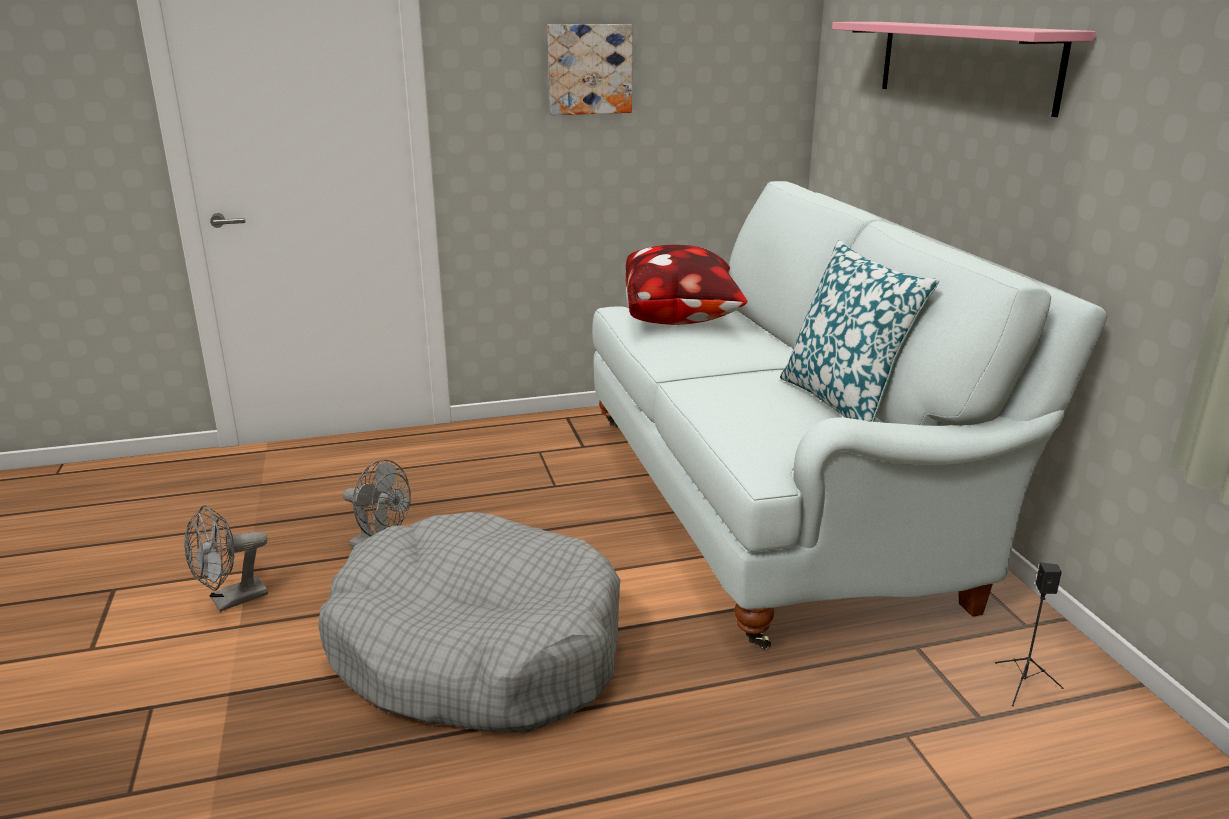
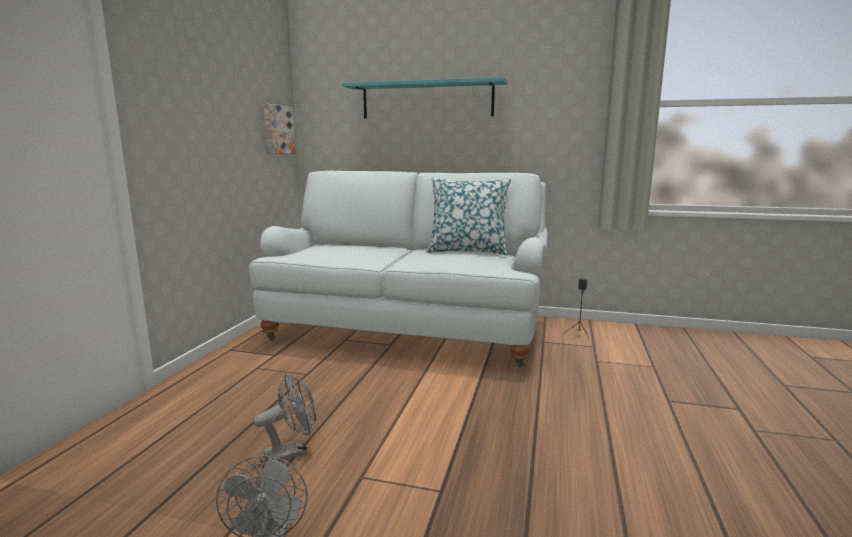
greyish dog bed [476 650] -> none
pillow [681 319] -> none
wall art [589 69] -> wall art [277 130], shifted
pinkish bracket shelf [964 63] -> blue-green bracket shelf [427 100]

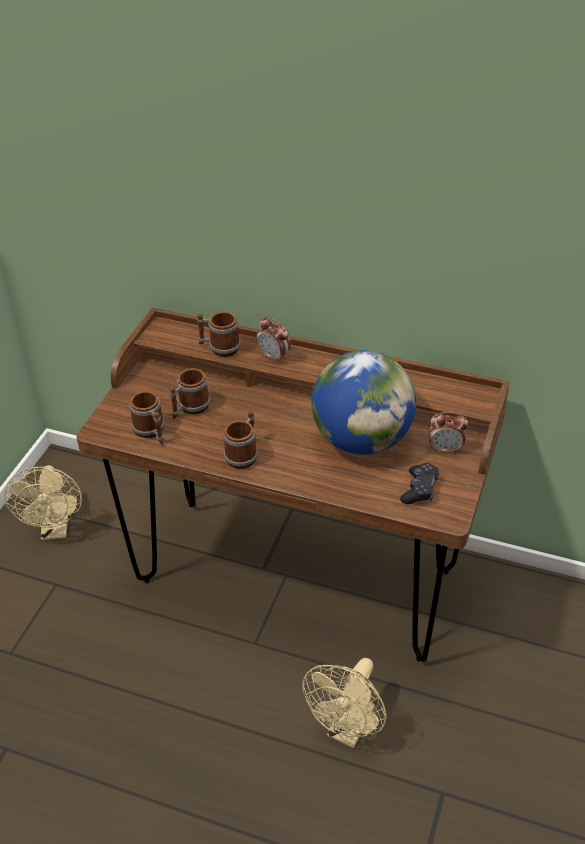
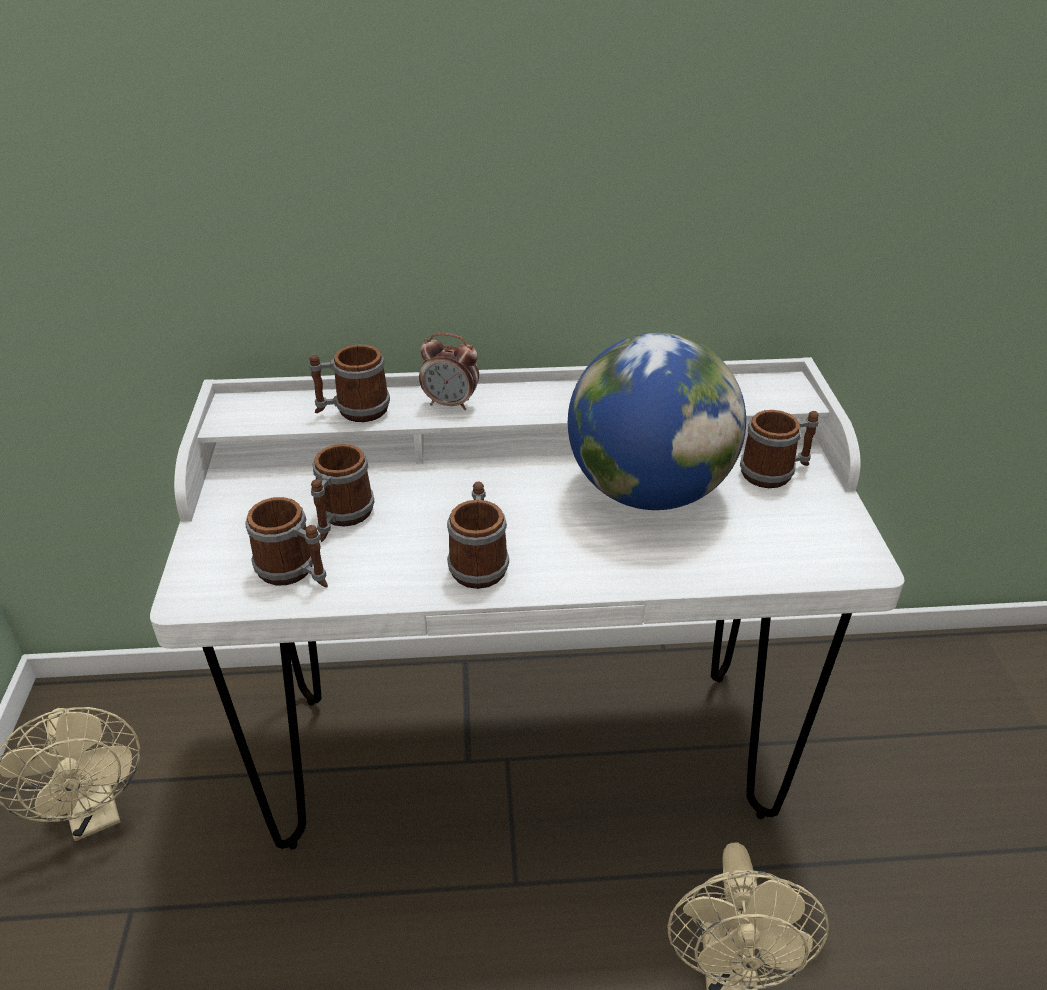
black-coloured gamepad [419 489] -> none
bedside clock [445 449] -> coffee mug [775 472]
brownish desk table [297 575] -> whitish desk table [523 753]

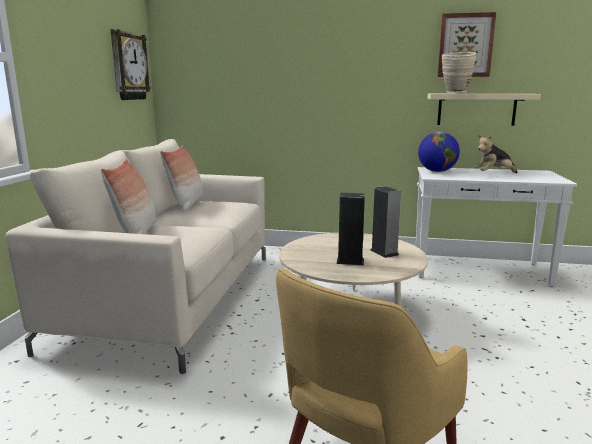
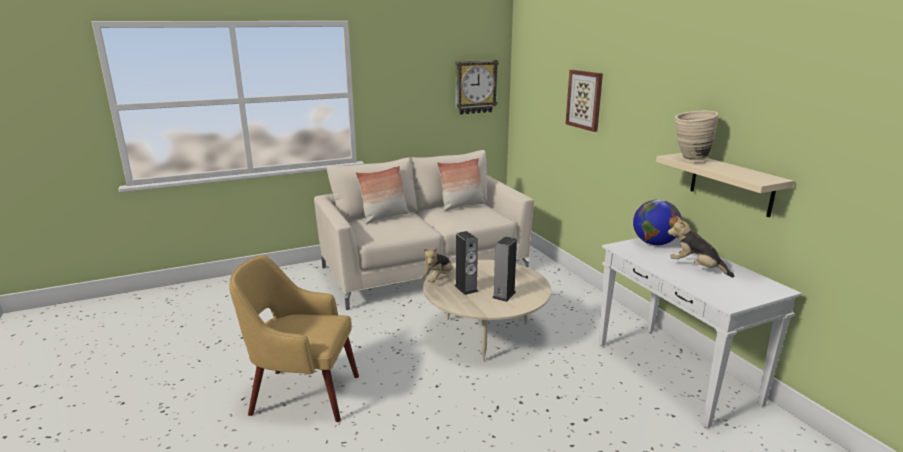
none -> cuddly toy [438 279]
wall art [465 45] -> wall art [585 99], shifted

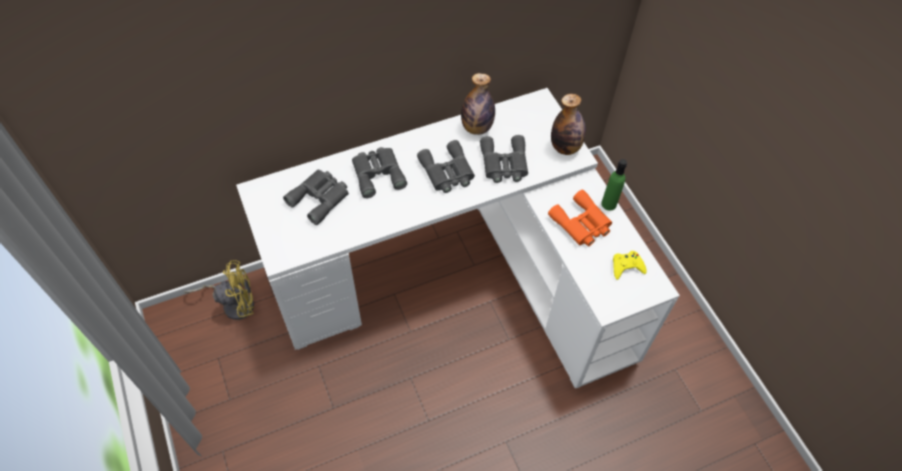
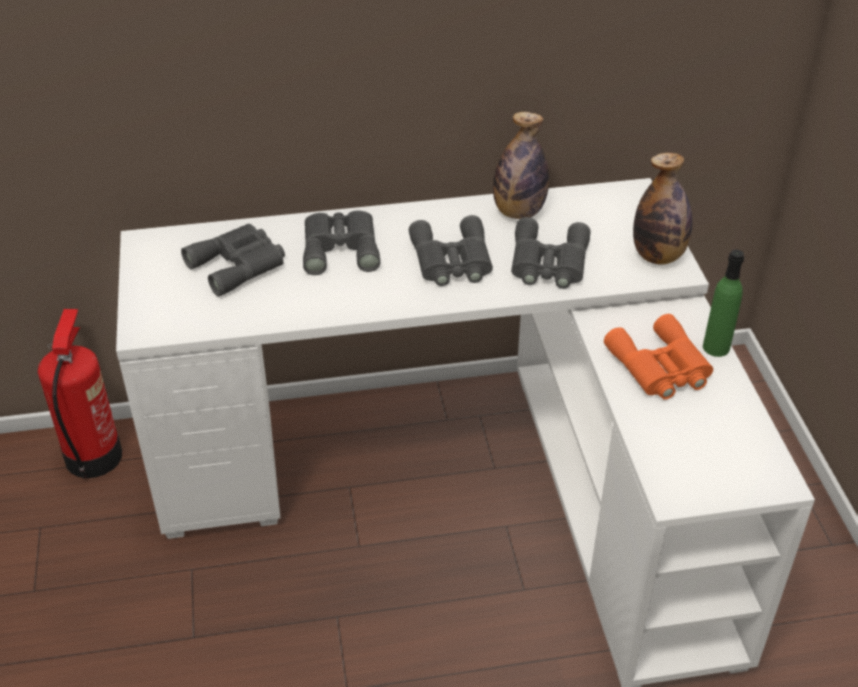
yellow gamepad [626 266] -> none
yellow electric fan [233 303] -> fire-fighting cylinder [94 455]

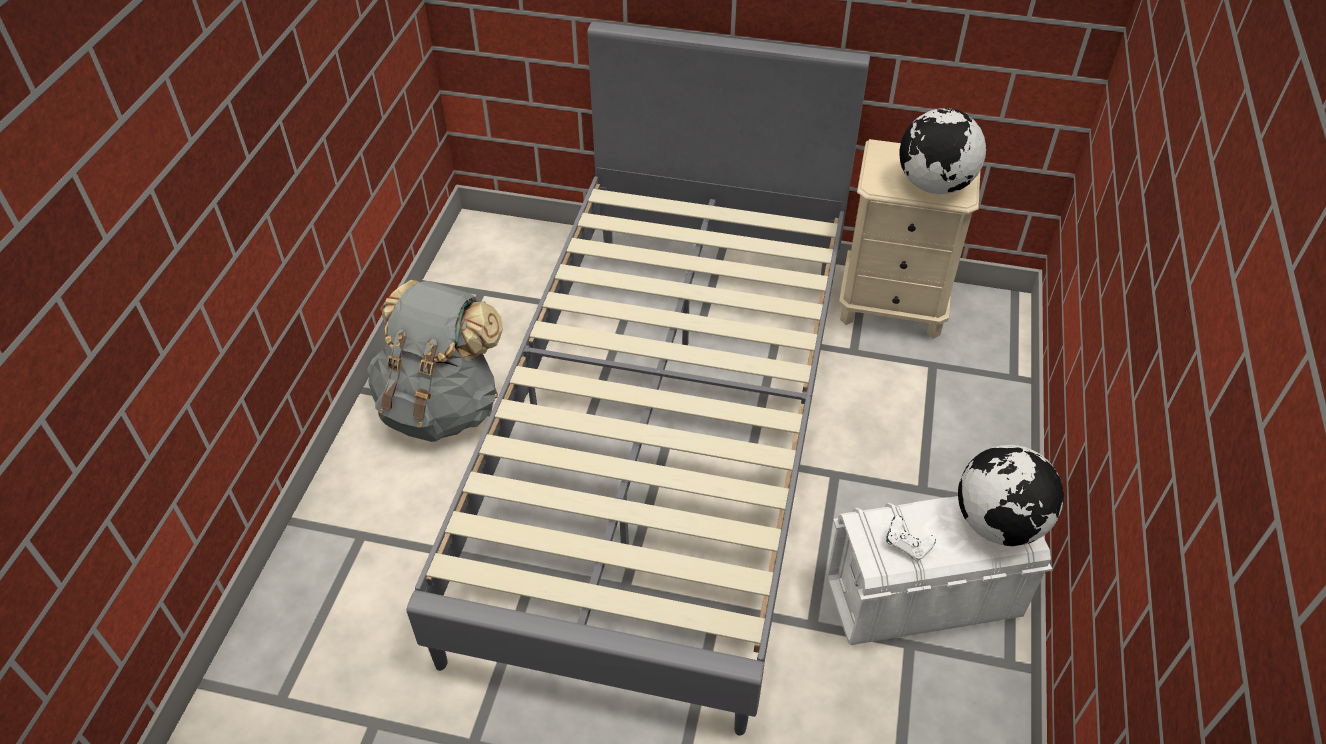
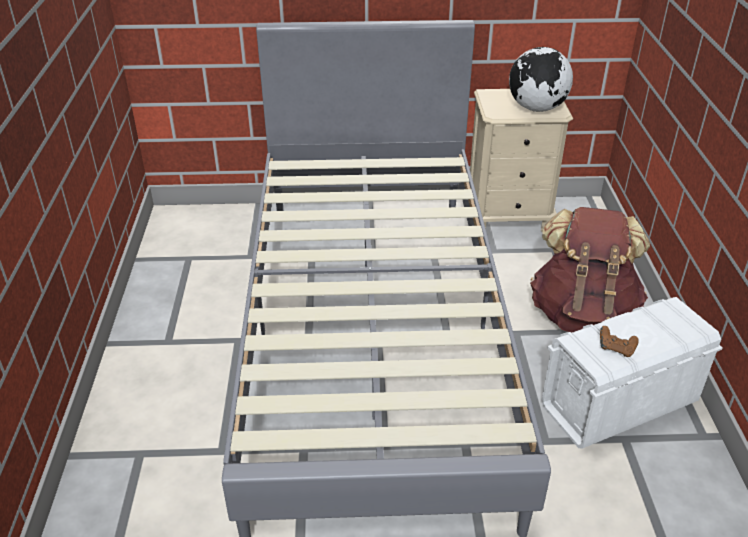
greyish backpack [442 406] -> none
world globe [999 524] -> none
none -> brownish backpack [582 314]
whitish gamepad [907 545] -> brownish gamepad [616 349]

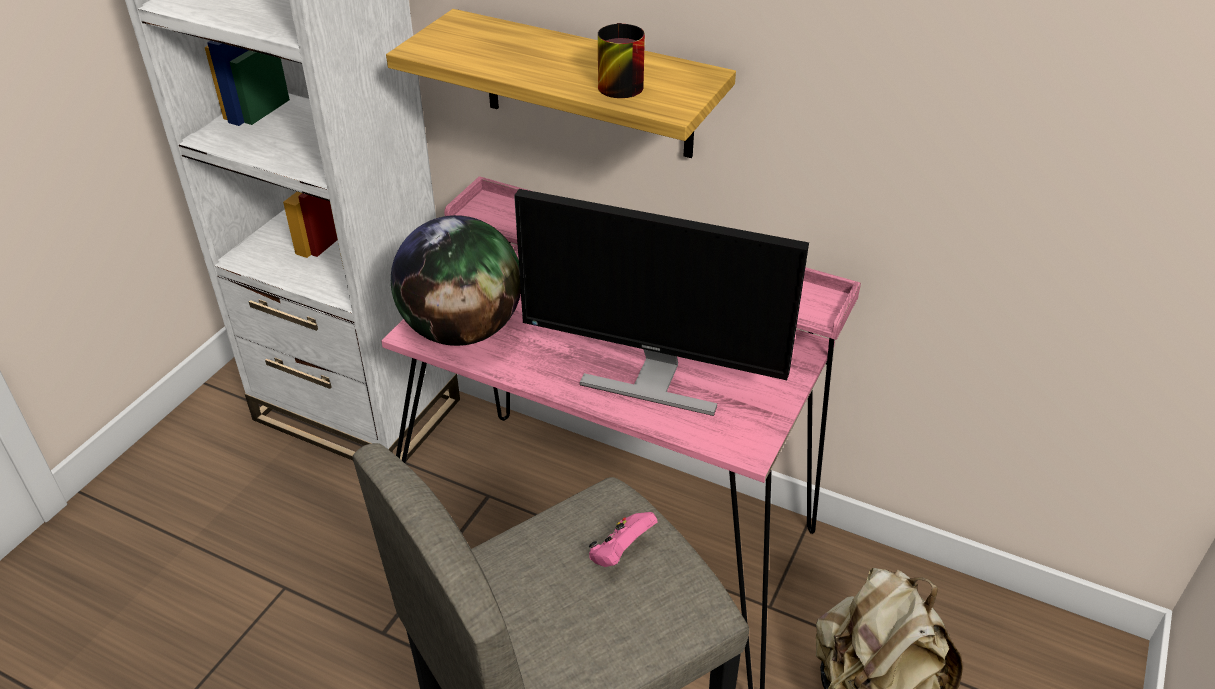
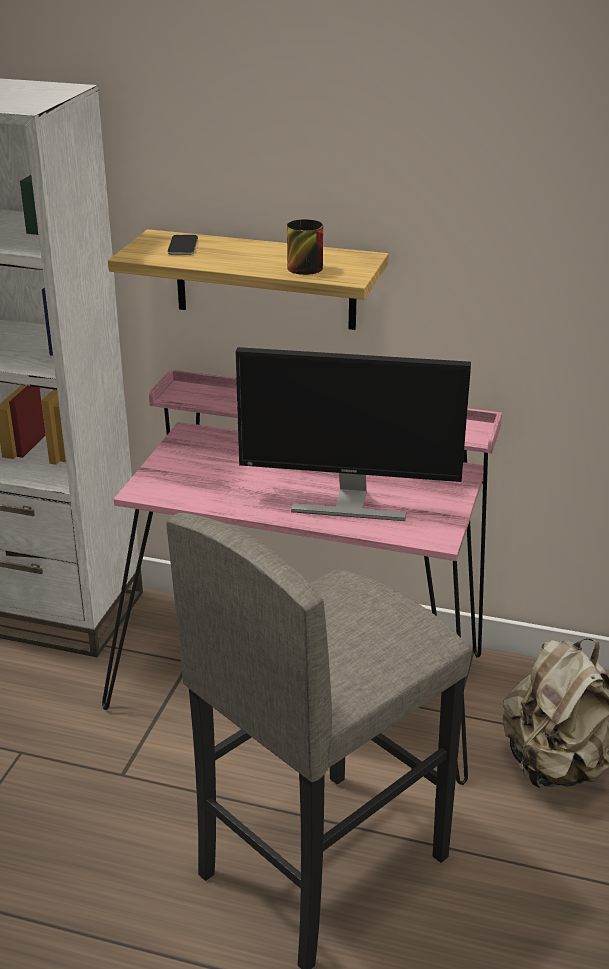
world globe [462 330] -> none
pinkish gamepad [620 553] -> none
none -> phone [183 246]

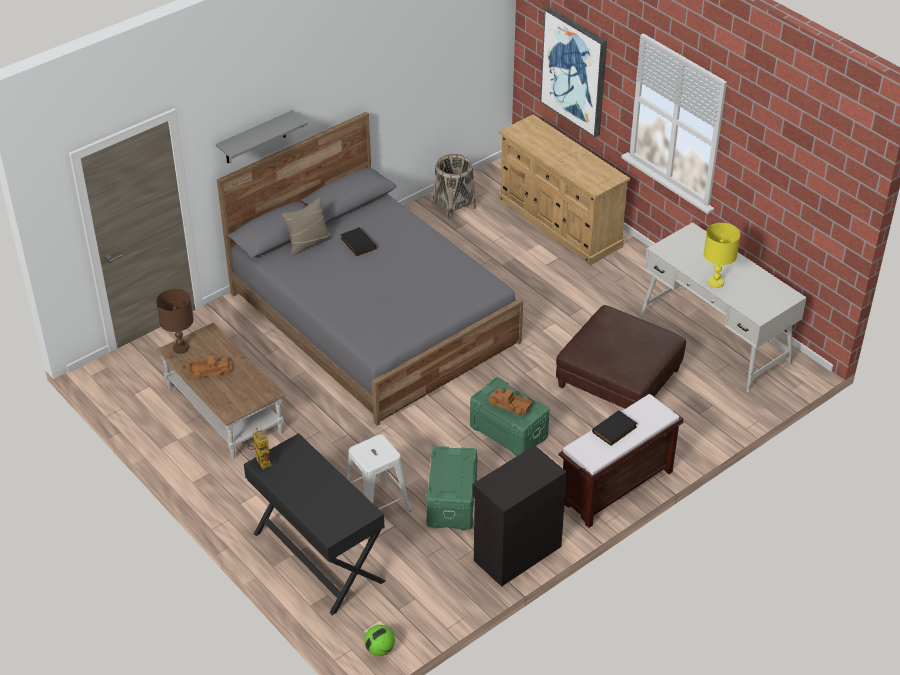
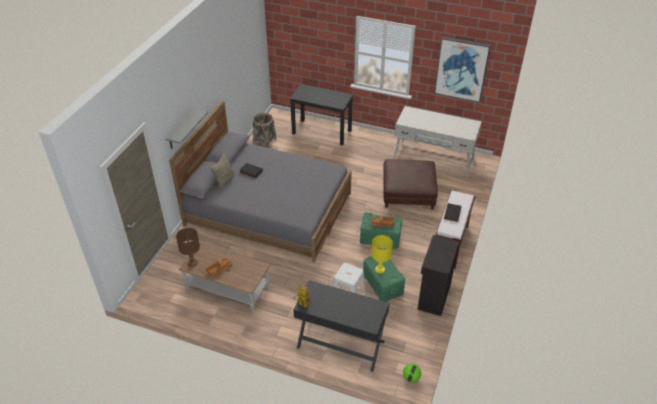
wall art [574 71] -> wall art [461 69], shifted
yellow table lamp [716 282] -> yellow table lamp [380 269], shifted
sand-coloured dresser [560 223] -> black-coloured desk table [322 132]

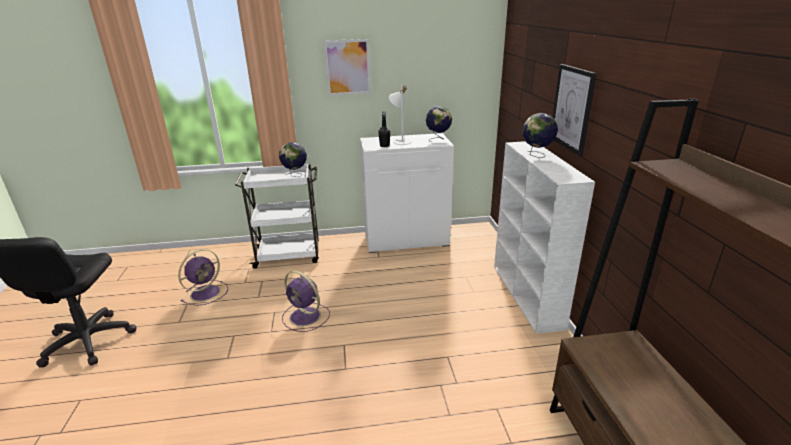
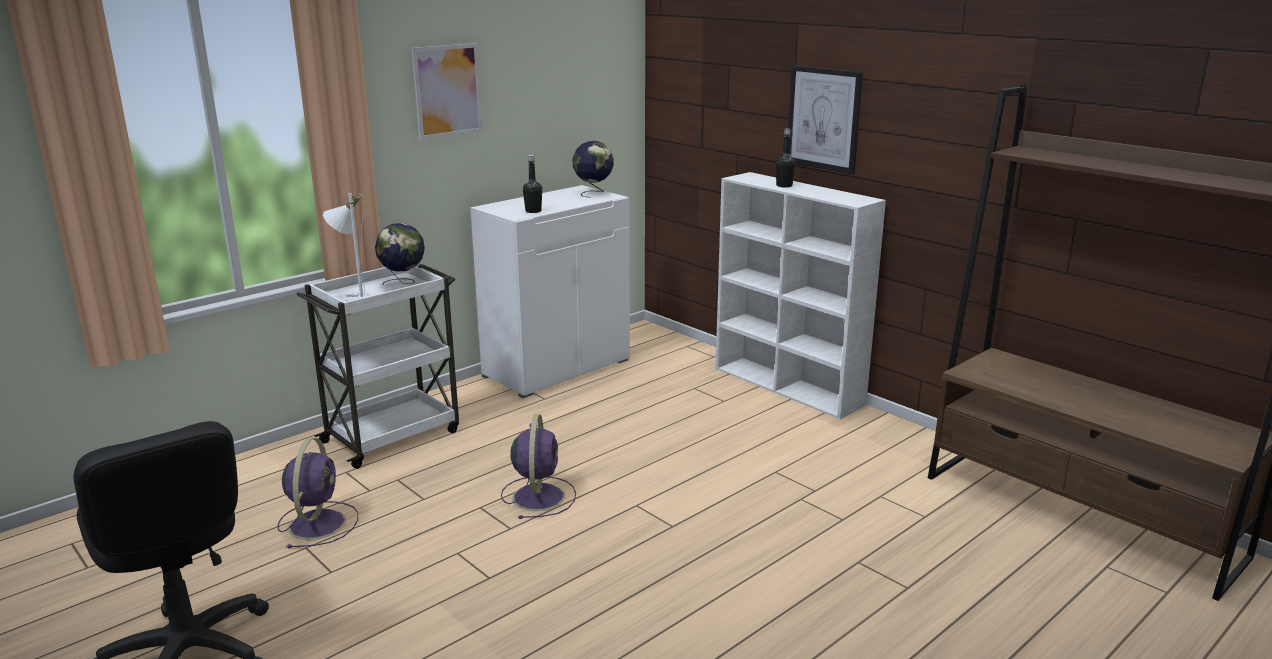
whitish table lamp [400 141] -> whitish table lamp [356 296], shifted
world globe [536 155] -> black-coloured bottle [784 185]
purple electric fan [306 317] -> purple electric fan [538 496], 90 degrees counterclockwise

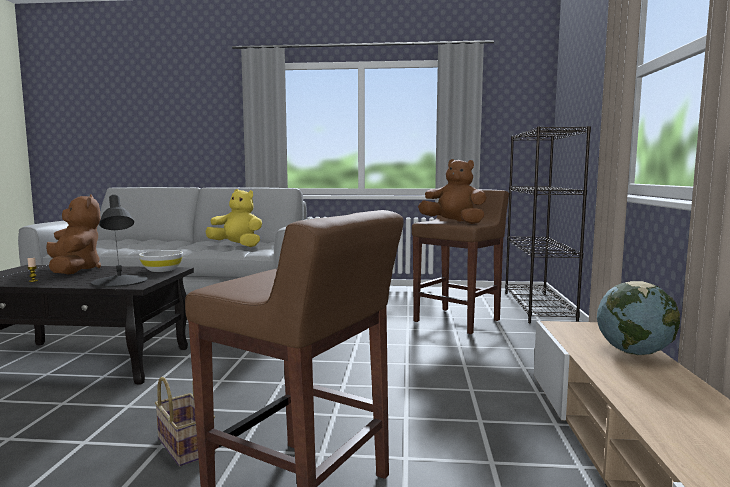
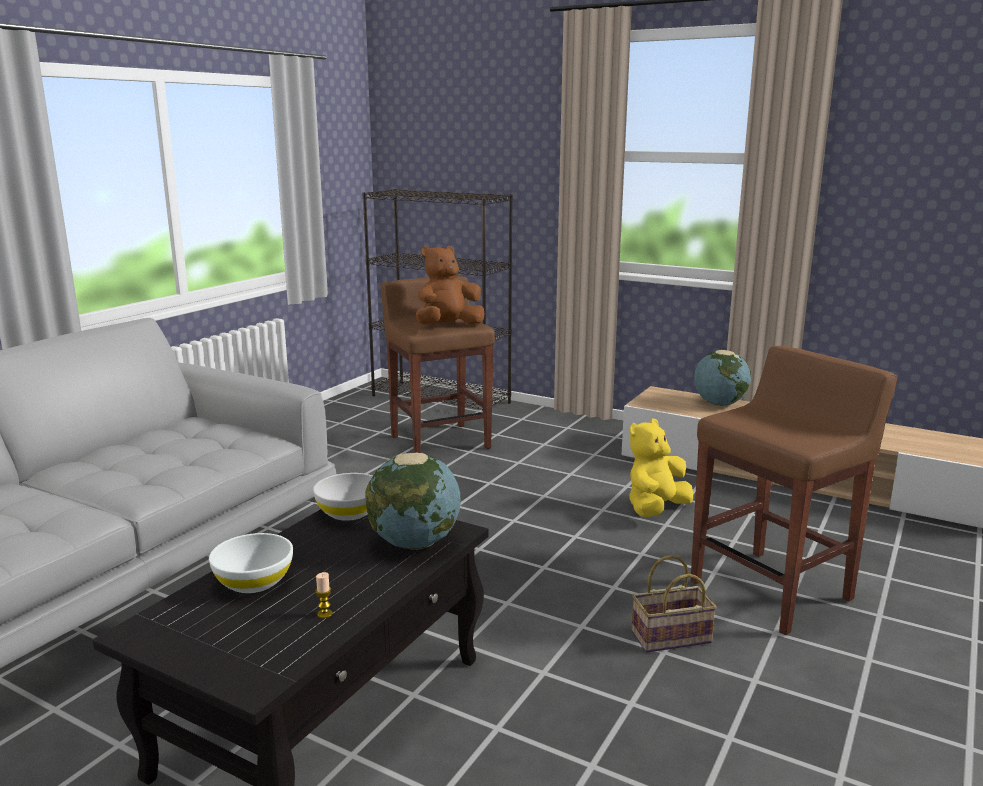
yellow cuddly toy [237 246] -> yellow cuddly toy [656 509], shifted
brownish cuddly toy [74 270] -> whitish serving bowl [254 581]
black-coloured table lamp [119 281] -> world globe [415 543]

